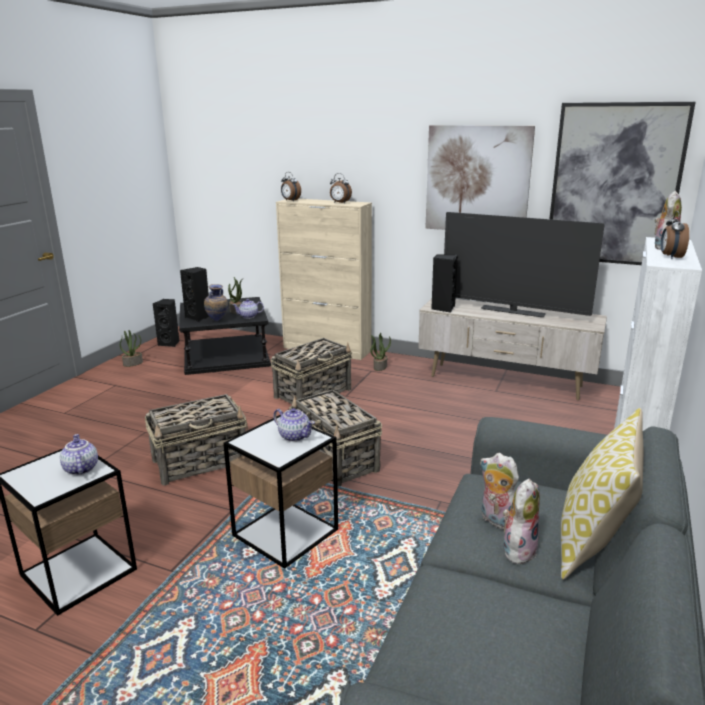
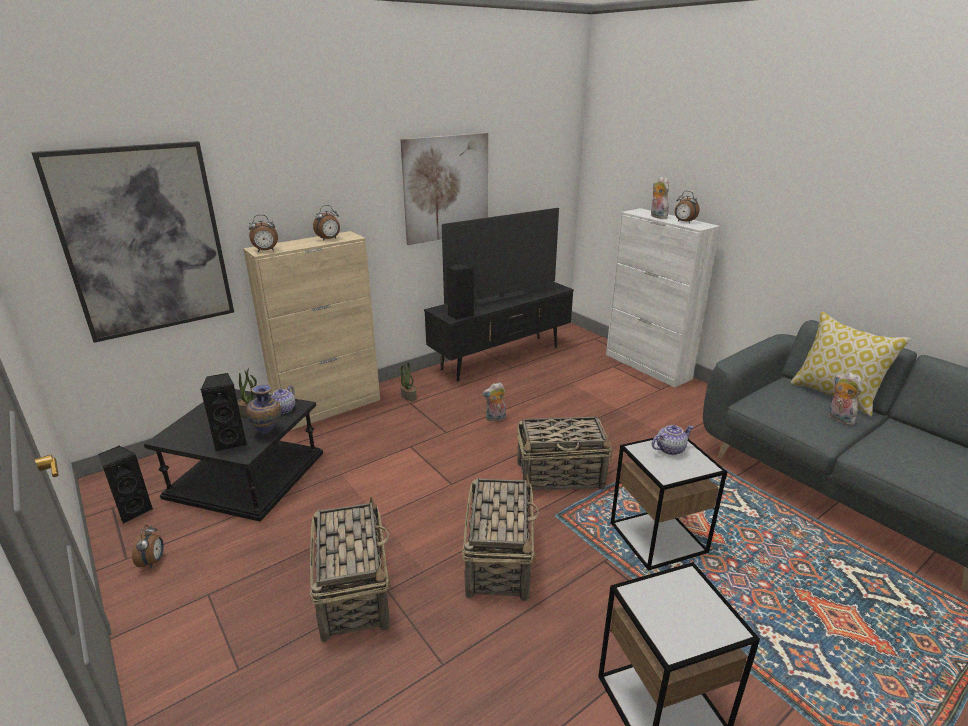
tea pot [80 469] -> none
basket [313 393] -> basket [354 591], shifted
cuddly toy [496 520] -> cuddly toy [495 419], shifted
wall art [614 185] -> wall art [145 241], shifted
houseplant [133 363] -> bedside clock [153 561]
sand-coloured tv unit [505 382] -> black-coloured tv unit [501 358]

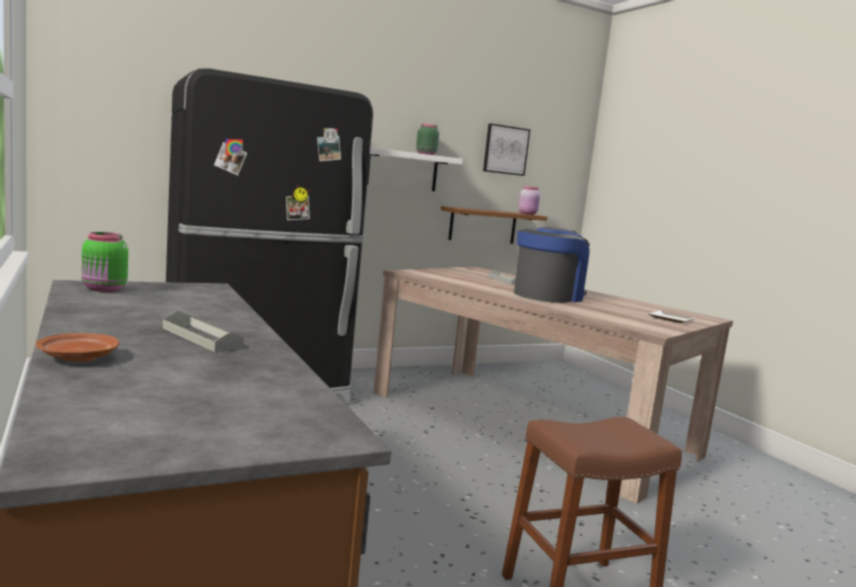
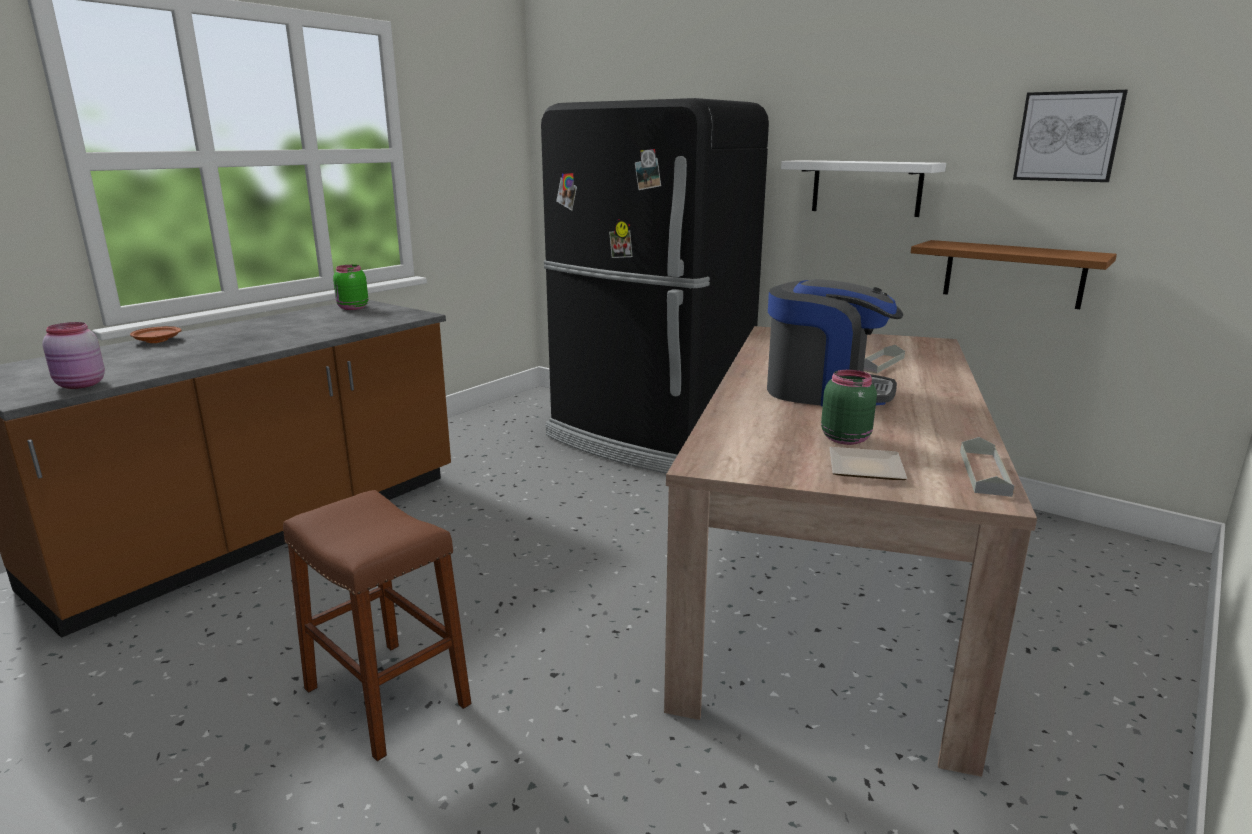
greyish tray [201 337] -> greyish tray [984 472], shifted
green-coloured preserve jar [425 154] -> green-coloured preserve jar [845 438], shifted
pinkish preserve jar [528 214] -> pinkish preserve jar [81 385], shifted

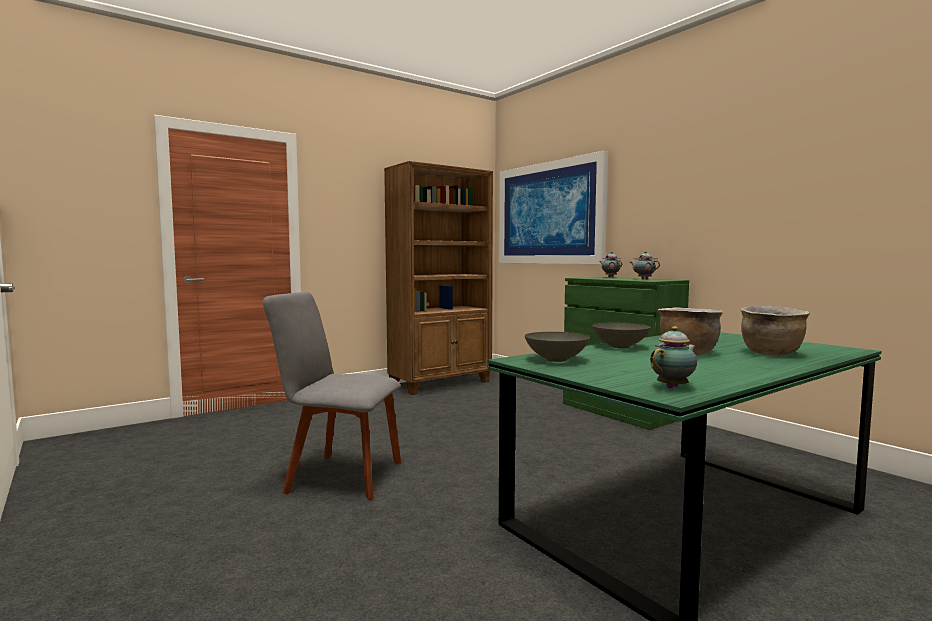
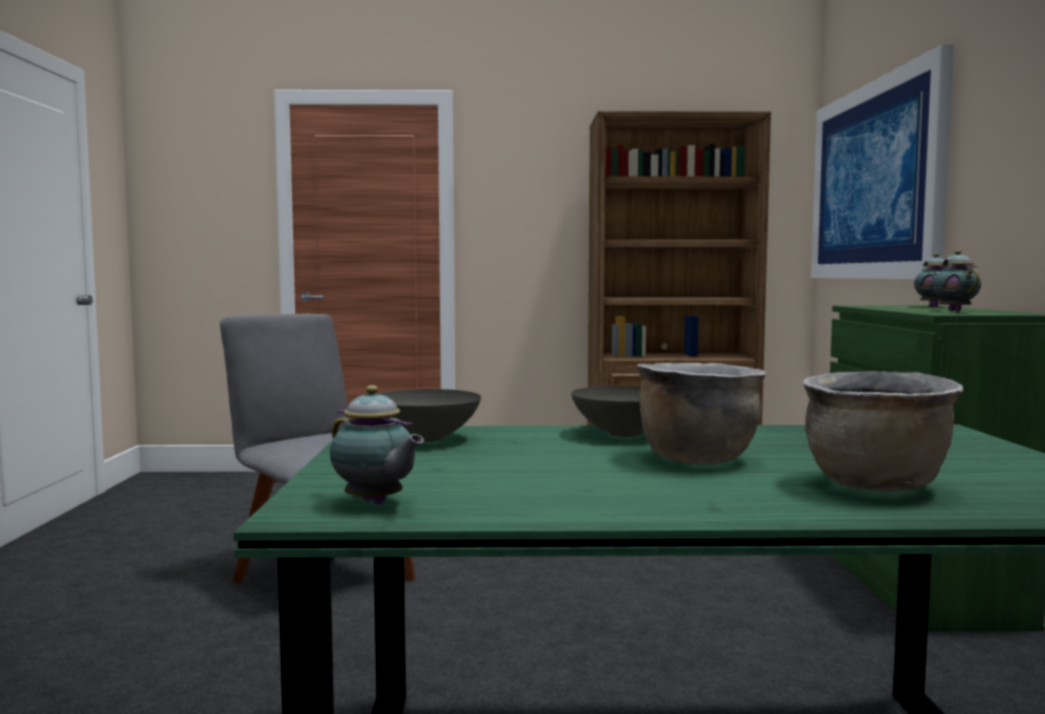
tea pot [674 387] -> tea pot [376 503], 45 degrees clockwise

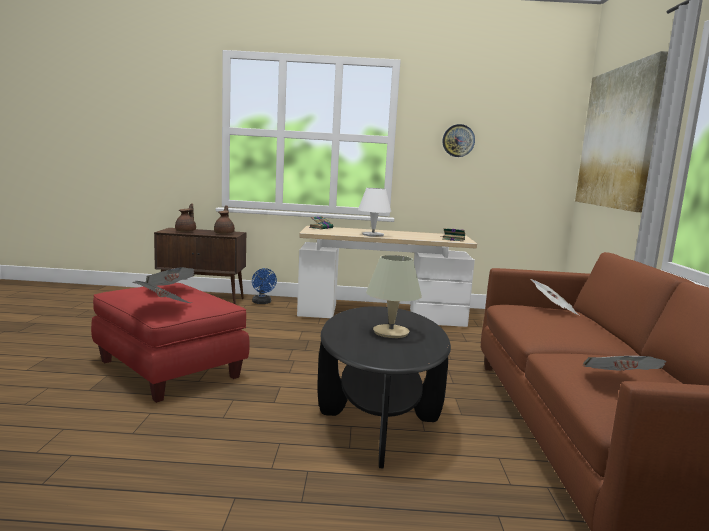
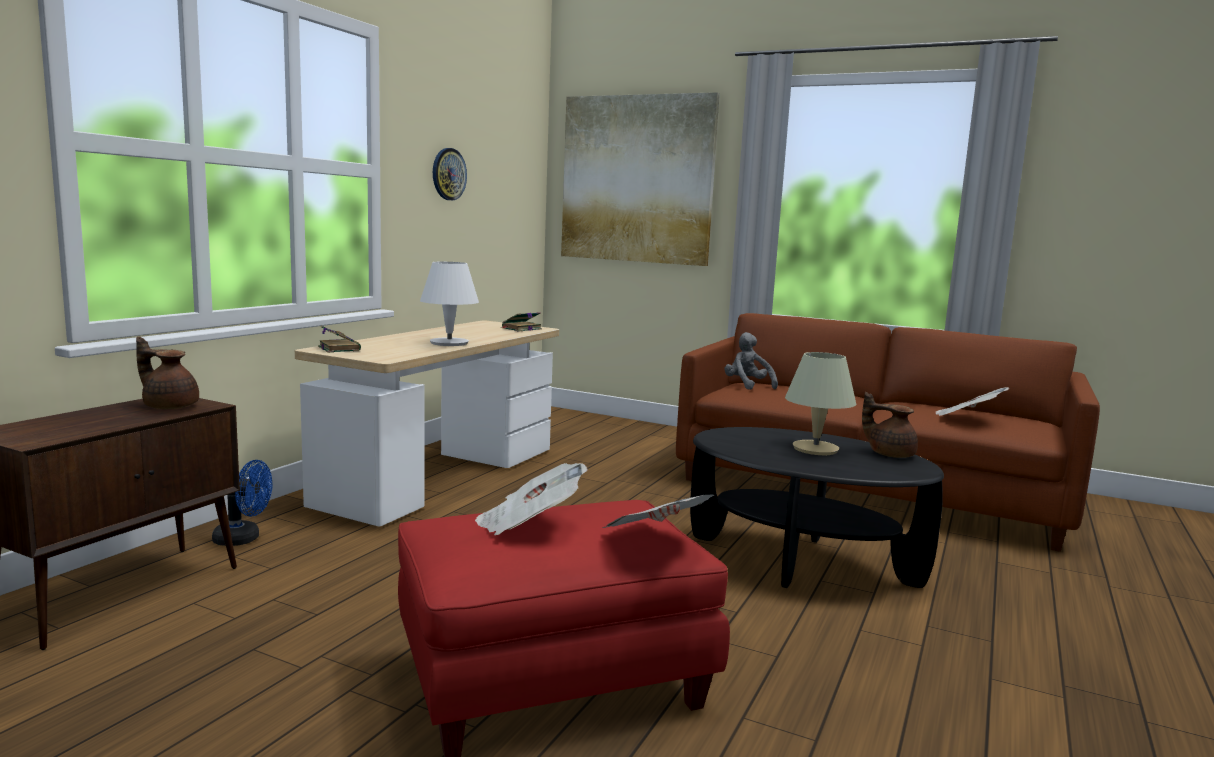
brownish tea pot [186 231] -> brownish tea pot [889 454], shifted
newspaper [553 310] -> greyish cuddly toy [747 385]

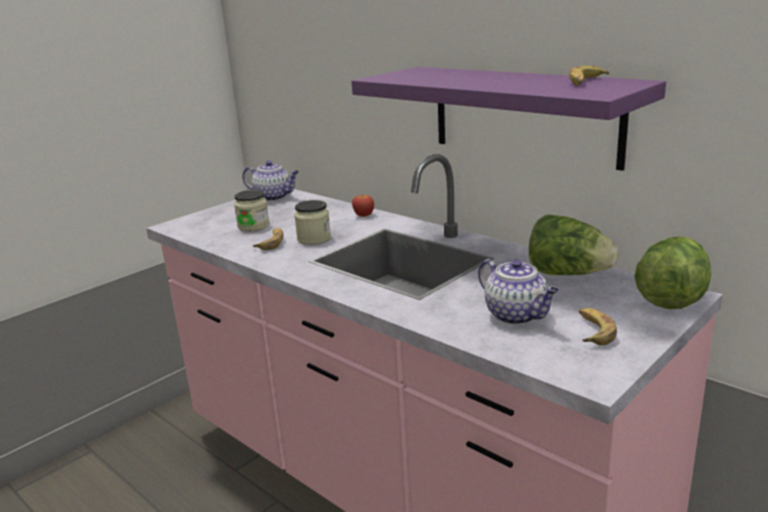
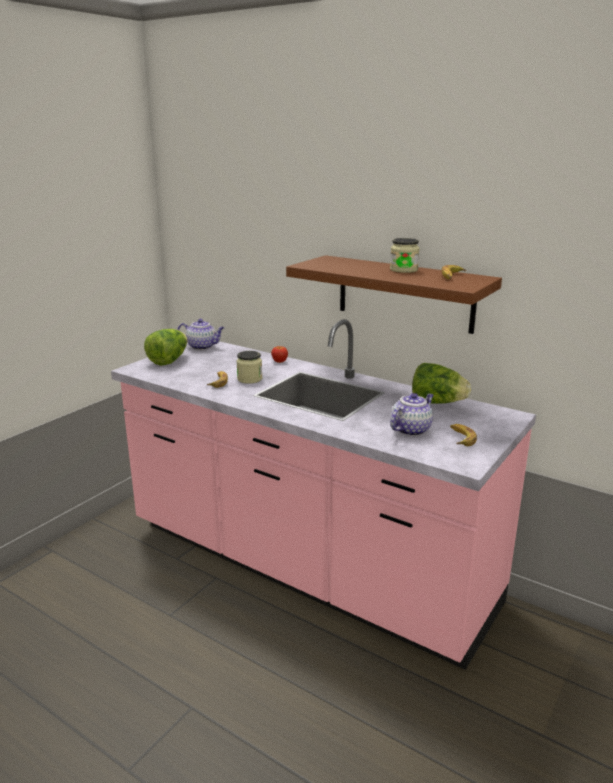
preserve jar [253 226] -> preserve jar [403 270], shifted
lettuce head [671 297] -> lettuce head [169 360], shifted
purple bracket shelf [524 114] -> brownish bracket shelf [405 293]
tea pot [517 315] -> tea pot [411 429], 90 degrees counterclockwise

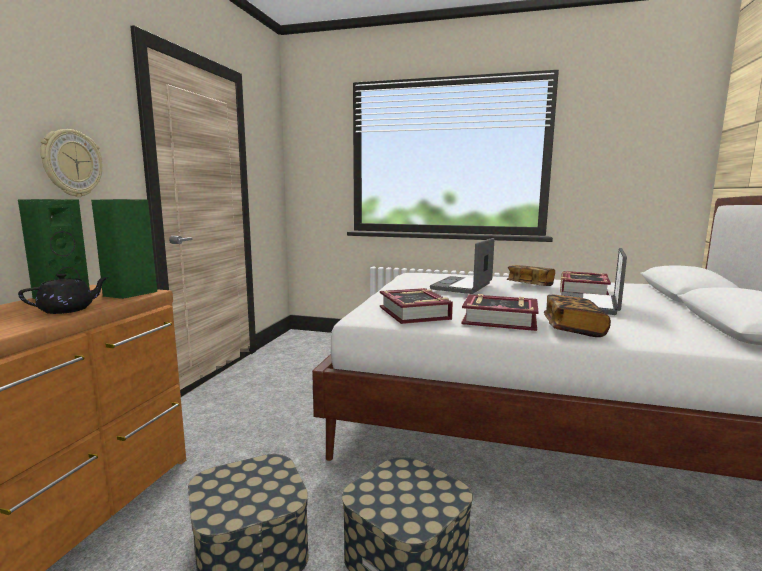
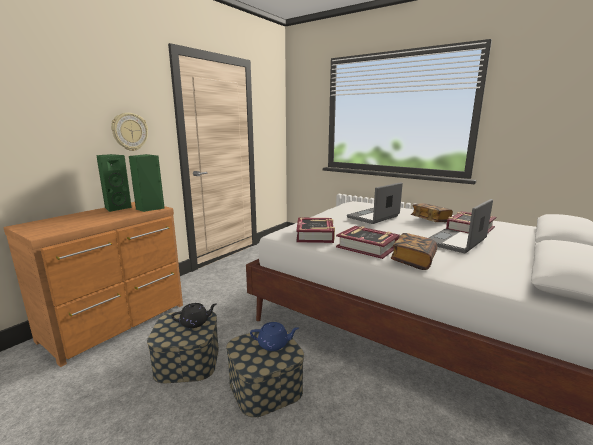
none -> bluish tea pot [274 344]
black-coloured tea pot [68 310] -> black-coloured tea pot [195 322], shifted

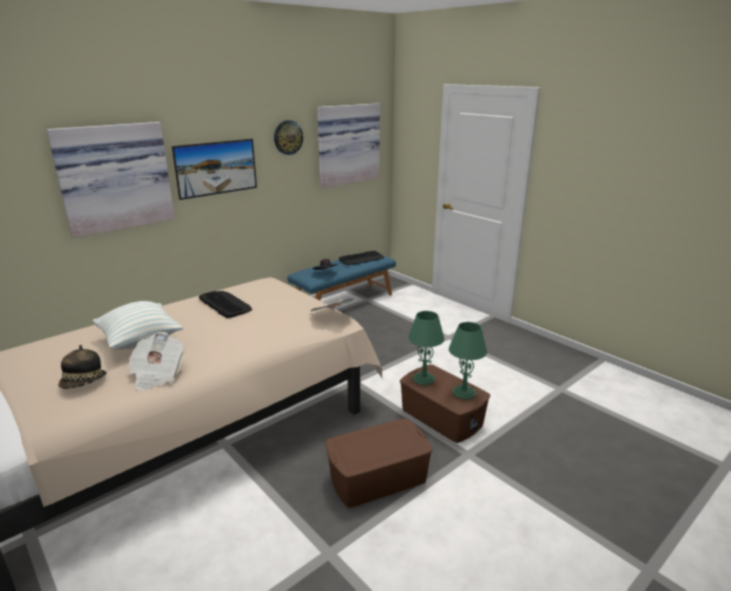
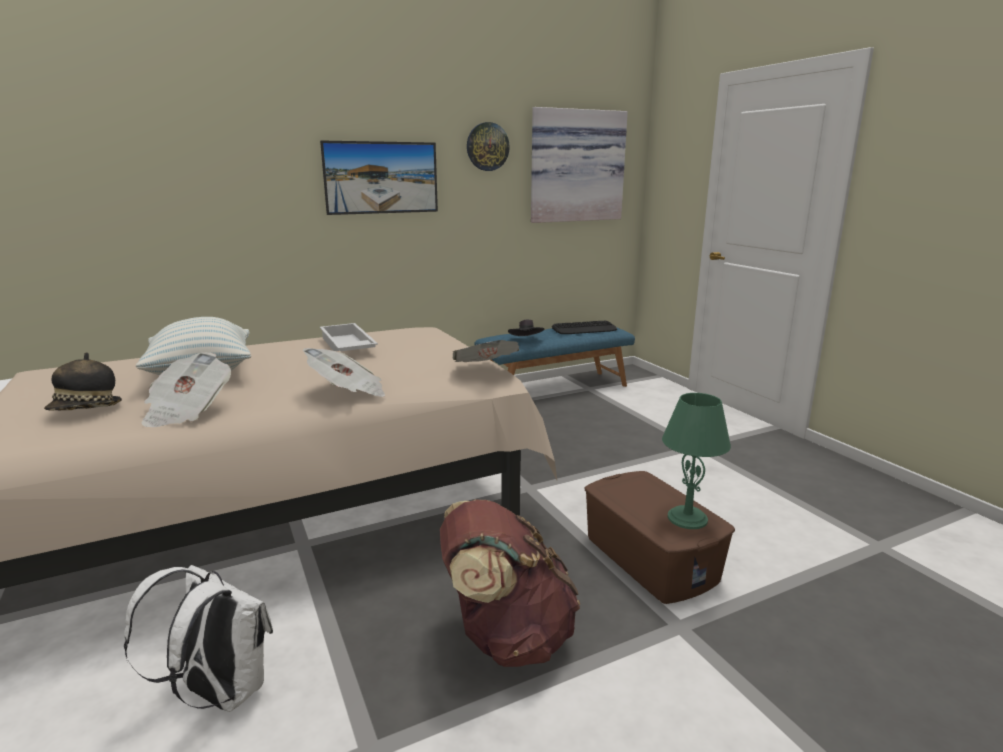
wall art [114 177] -> none
green-coloured table lamp [423 379] -> none
none -> whitish backpack [219 693]
none -> newspaper [348 392]
PC keyboard [225 304] -> whitish tray [346 346]
brownish storage container [377 478] -> brownish backpack [506 637]

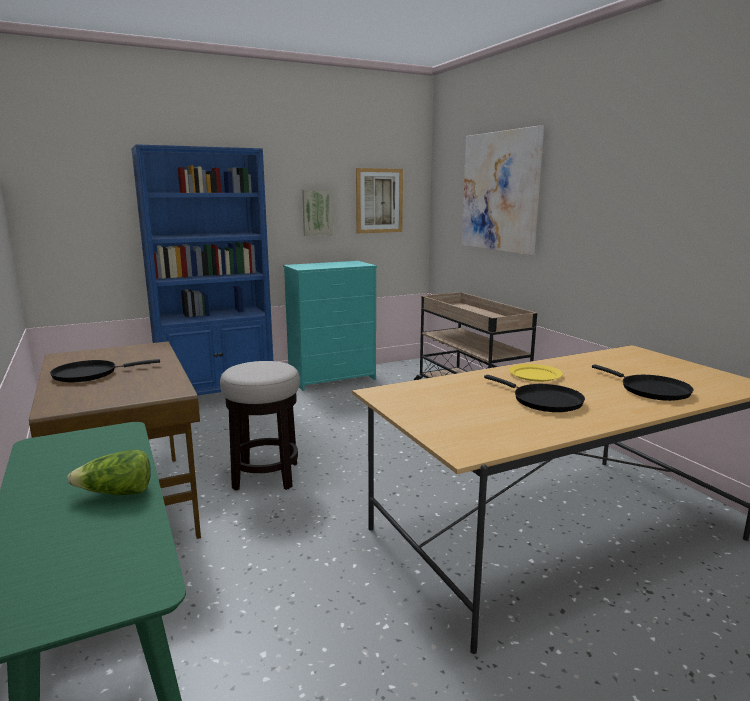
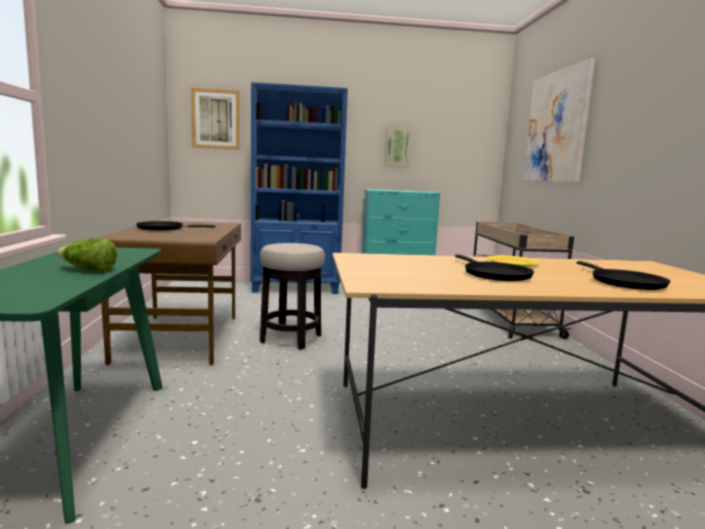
wall art [379 201] -> wall art [215 119], shifted

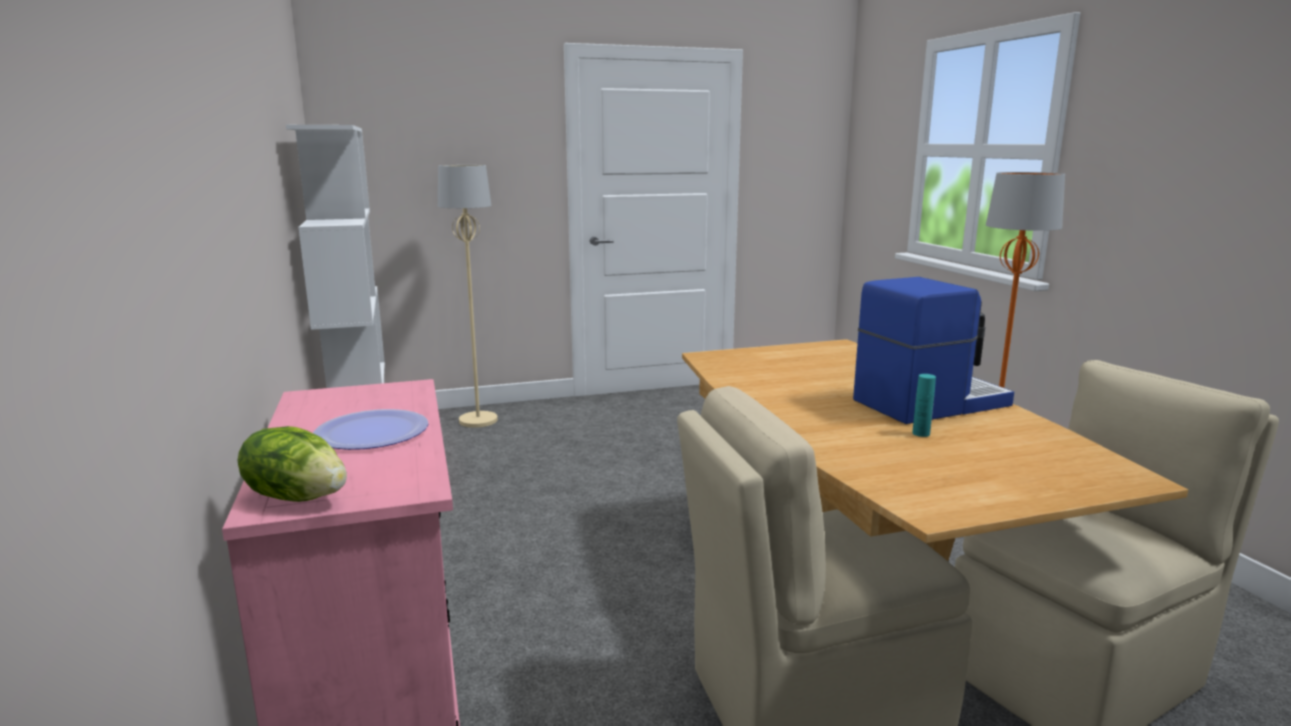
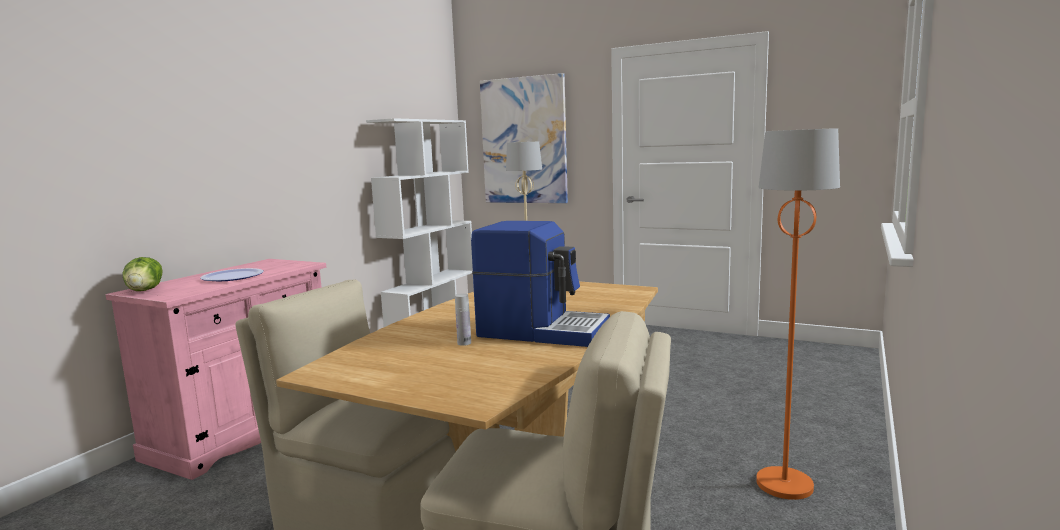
none -> wall art [524 141]
blue-green bottle [921 433] -> whitish bottle [464 343]

